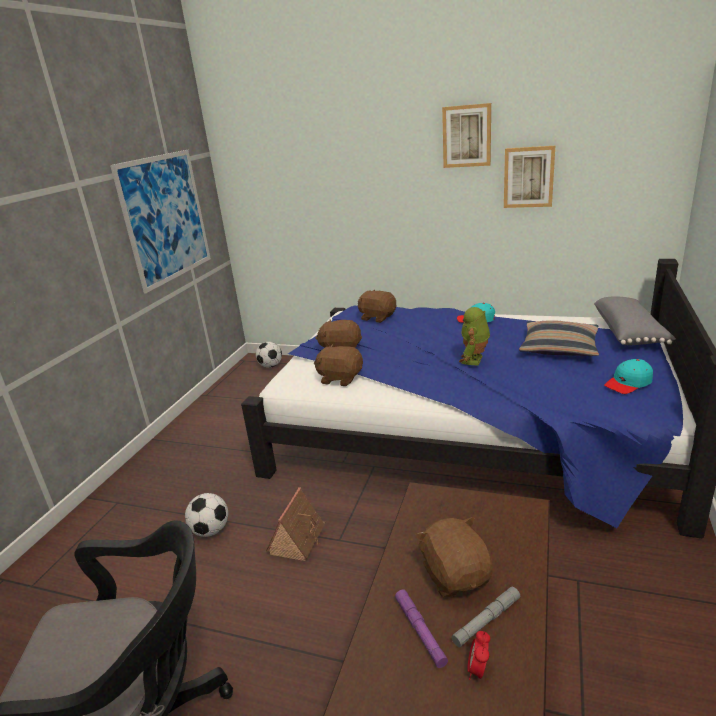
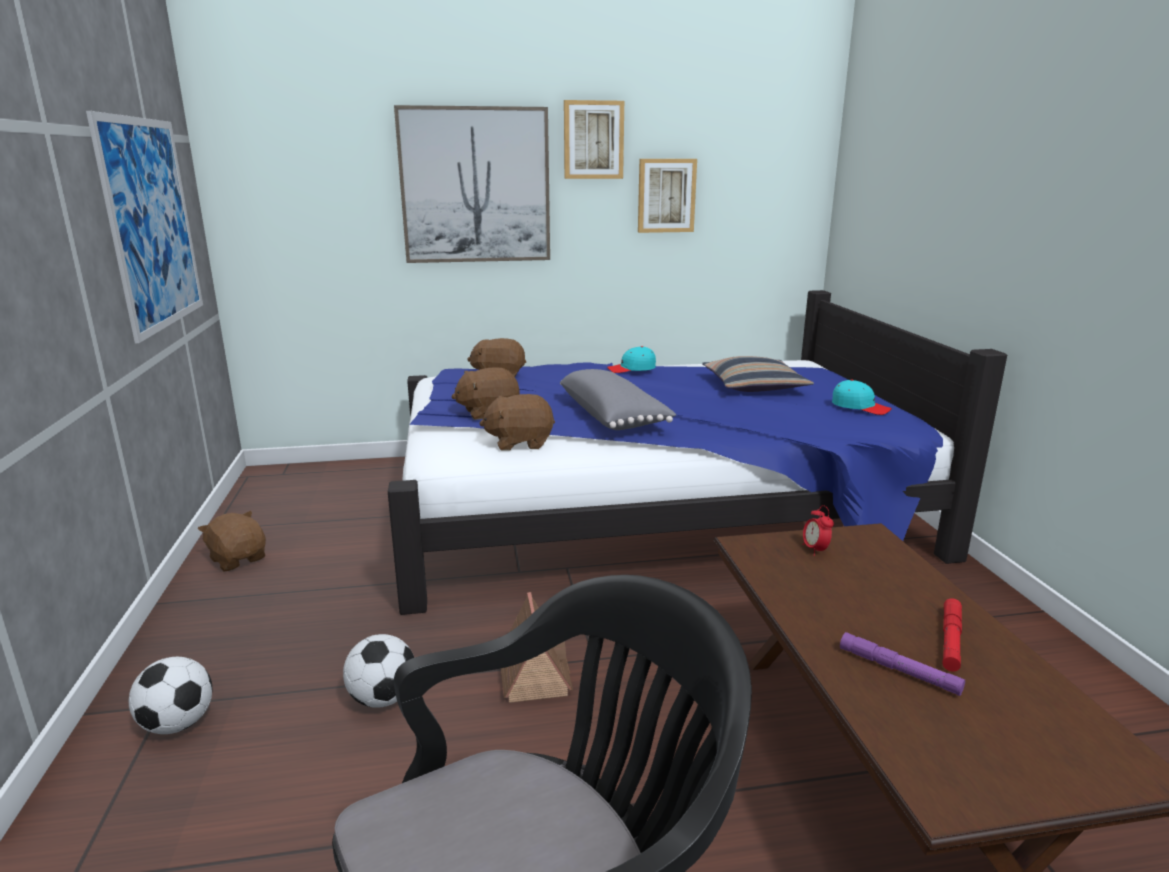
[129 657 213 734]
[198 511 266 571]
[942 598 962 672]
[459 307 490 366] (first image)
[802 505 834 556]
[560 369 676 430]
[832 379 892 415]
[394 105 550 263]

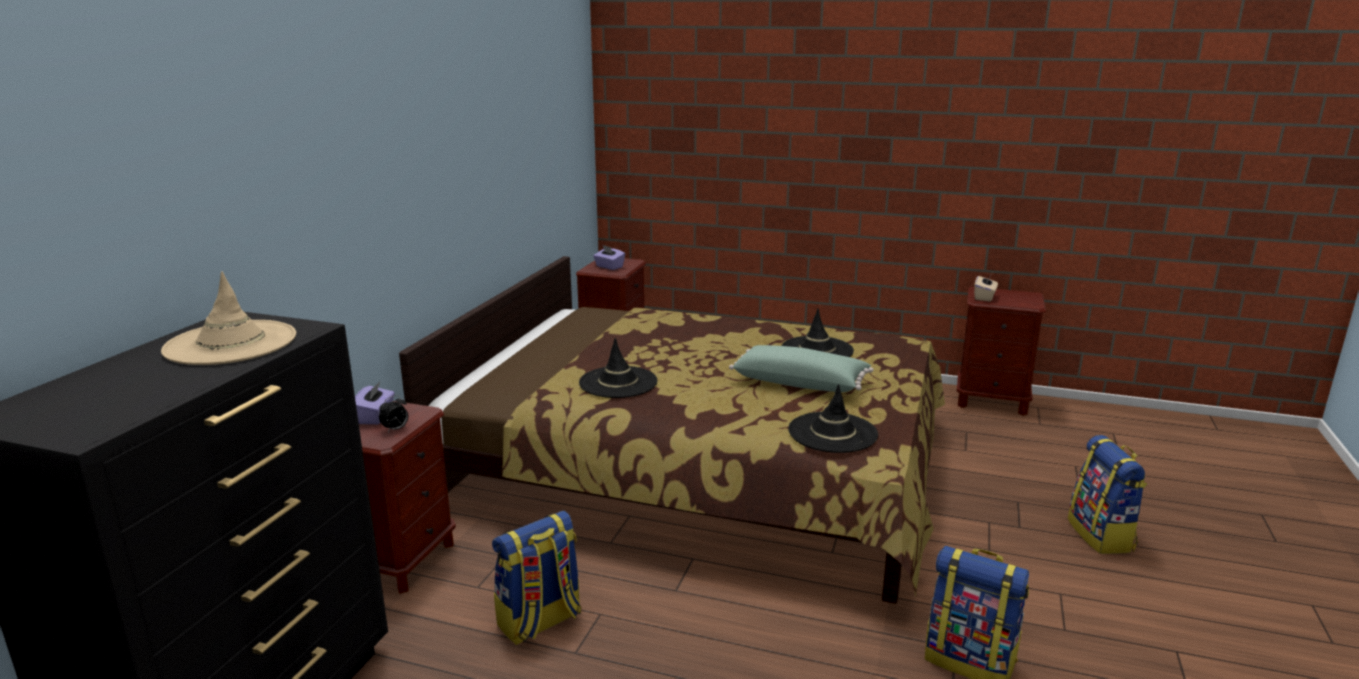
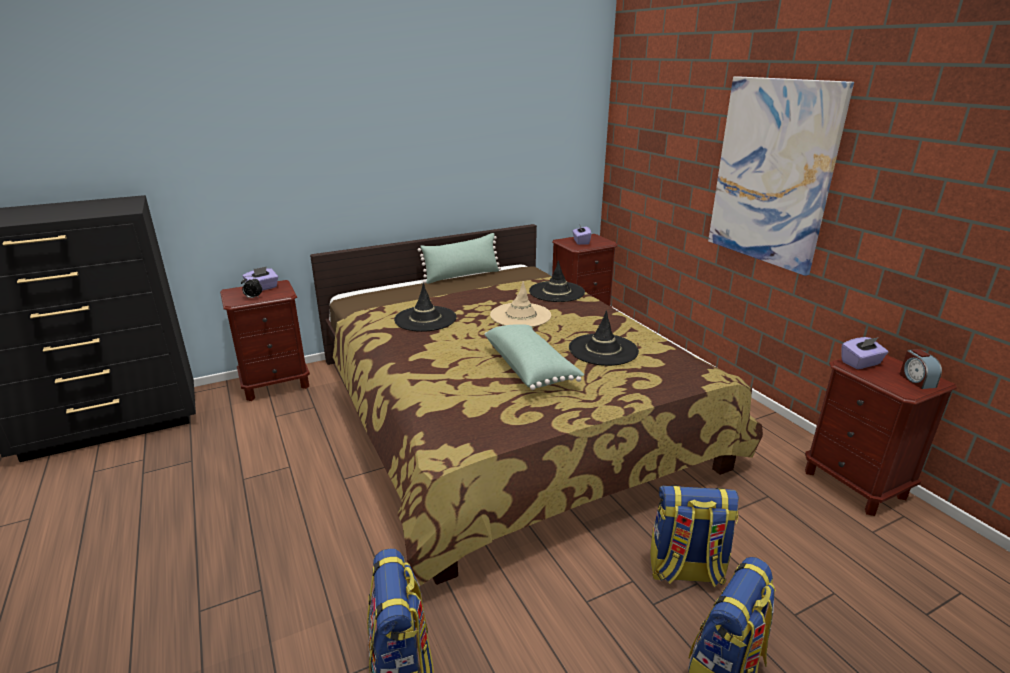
[490 281 551 327]
[650 485 739 587]
[529 260 585 302]
[841 337 888 369]
[418 233 501 284]
[708 76 854 276]
[900 349 942 389]

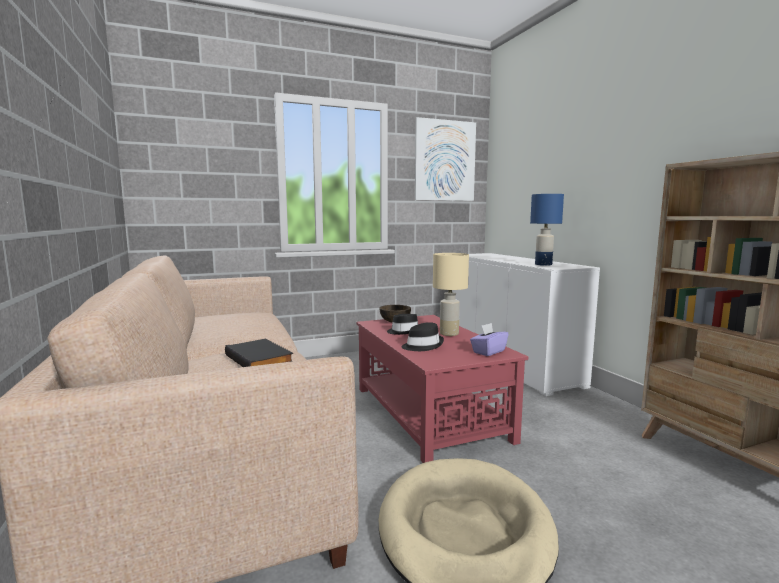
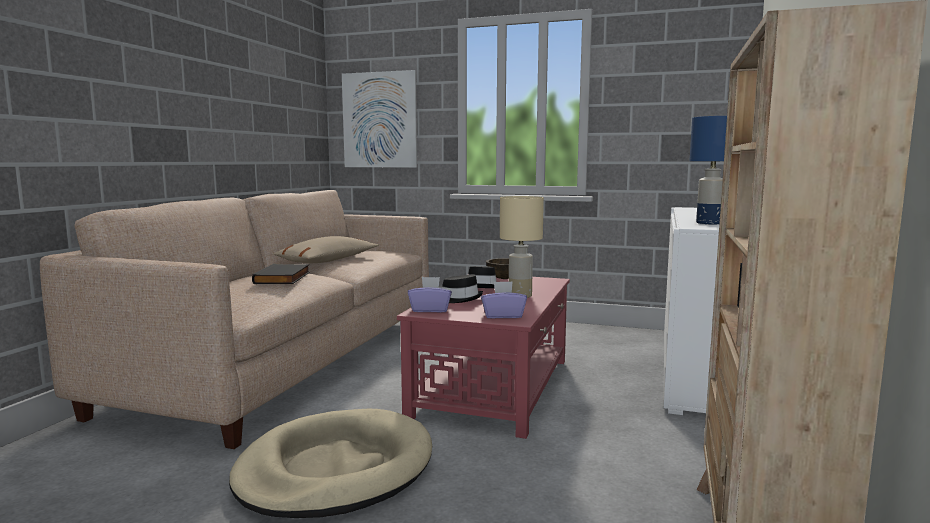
[342 70 417 168]
[273 236 379 263]
[408 277 452 312]

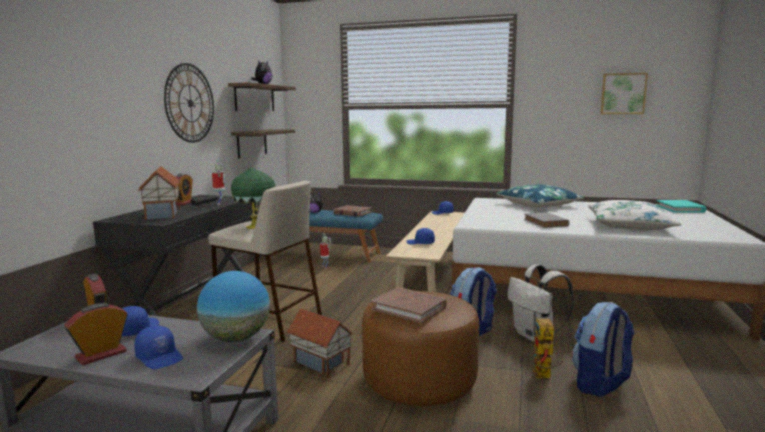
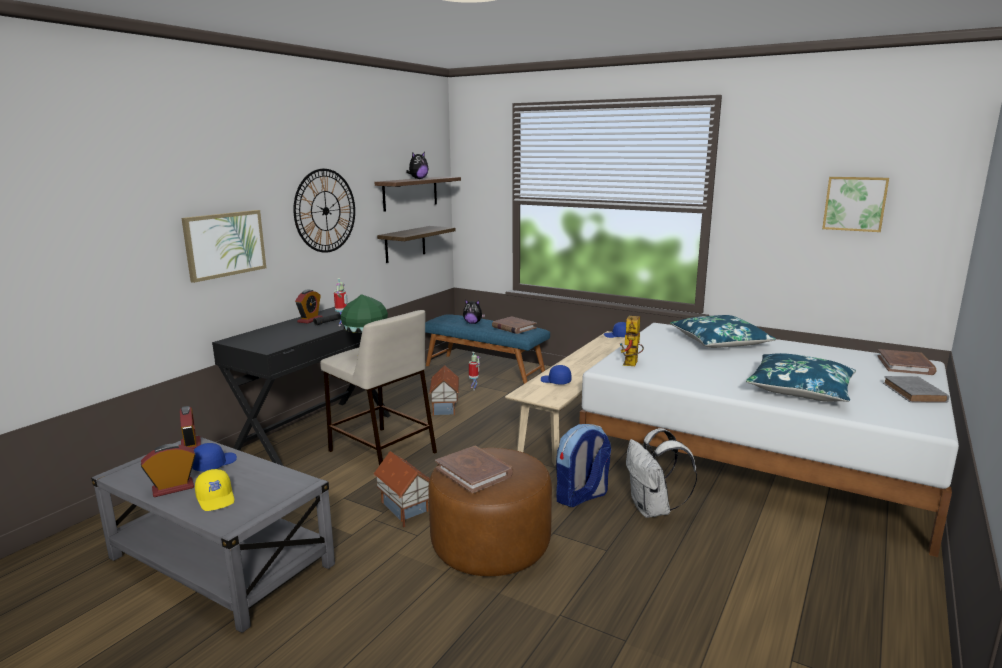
[195 469 234 511]
[429 365 459 416]
[197 271 270 342] (first image)
[883 376 949 403]
[620 316 644 366]
[572 302 635 397] (first image)
[746 353 856 402]
[877 349 937 375]
[181 210 266 283]

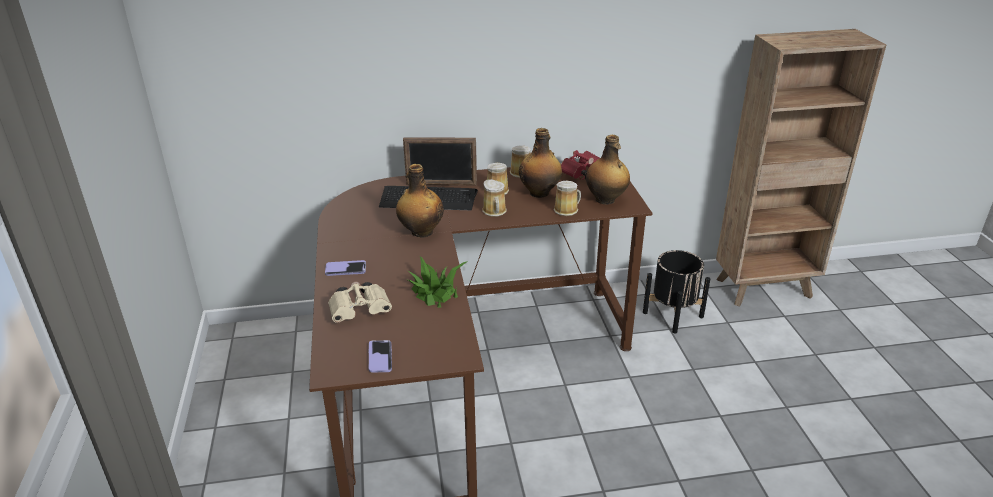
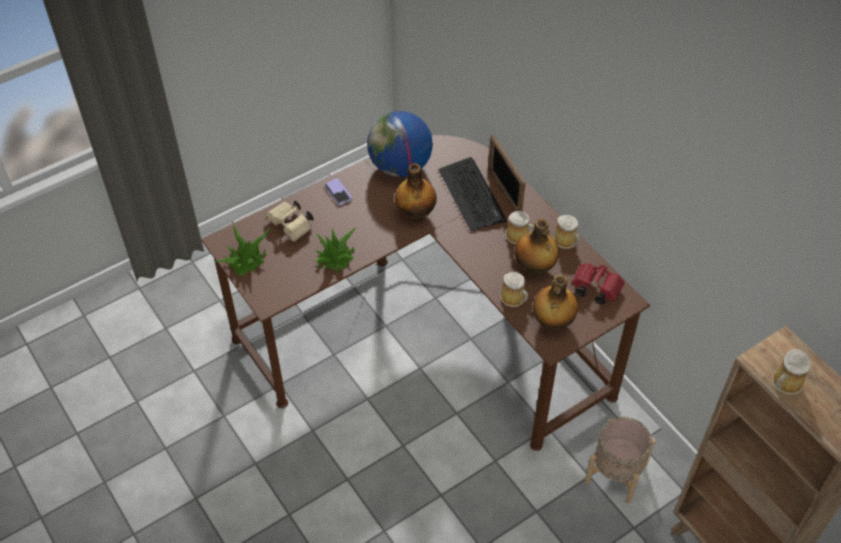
[215 224 270 277]
[772 349 810 395]
[584 417 656 503]
[367 111 433 177]

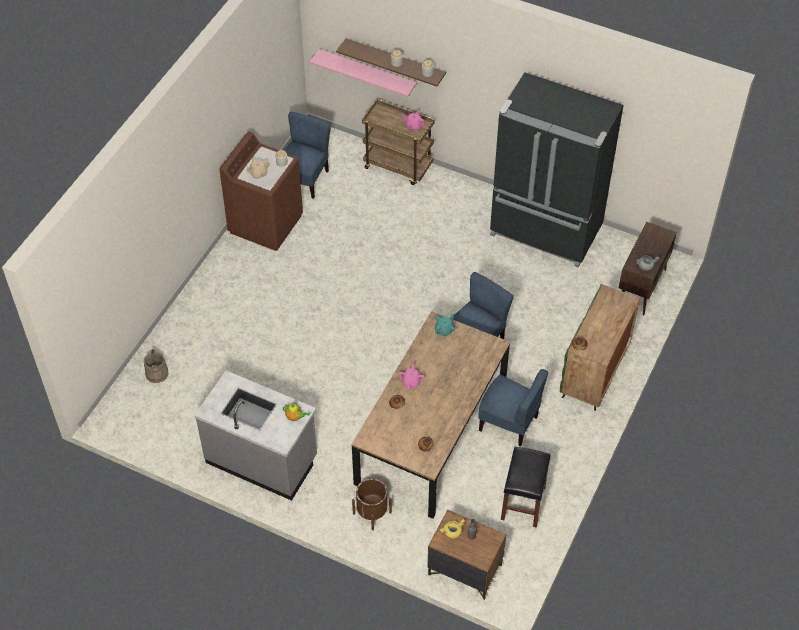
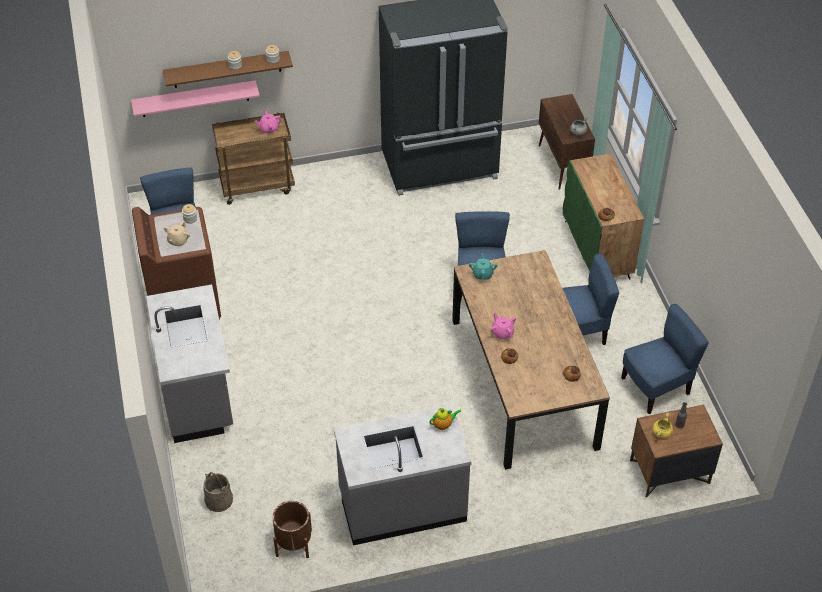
[272 501 312 558]
[621 304 709 414]
[146 284 233 443]

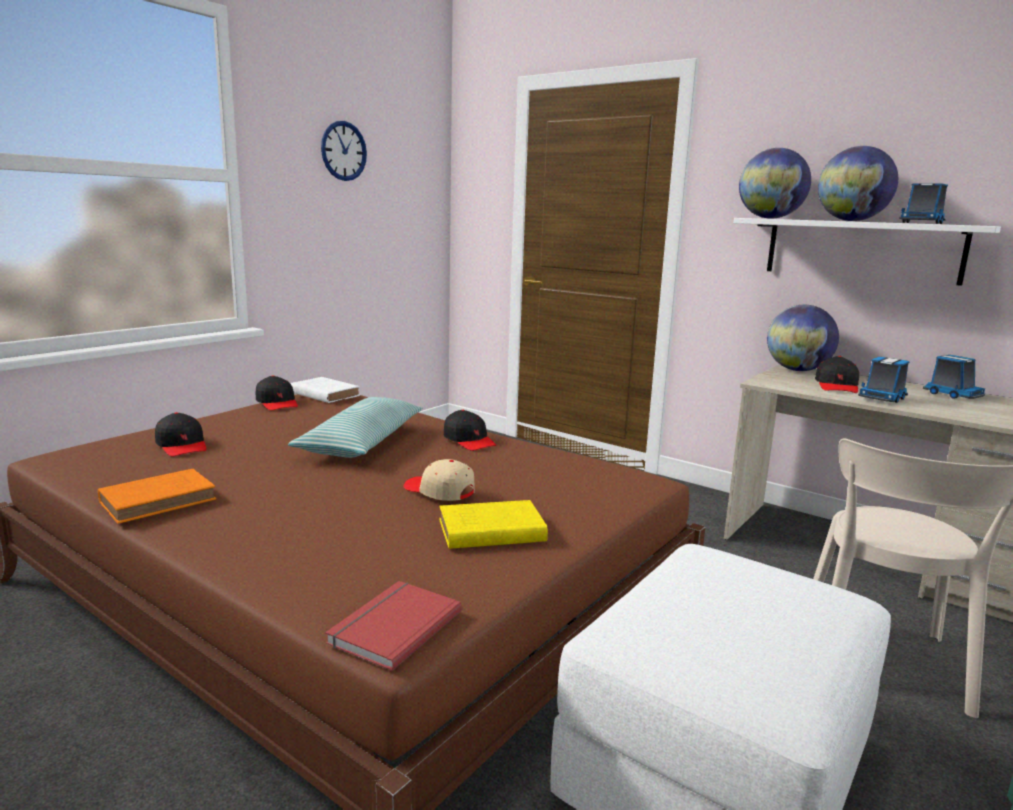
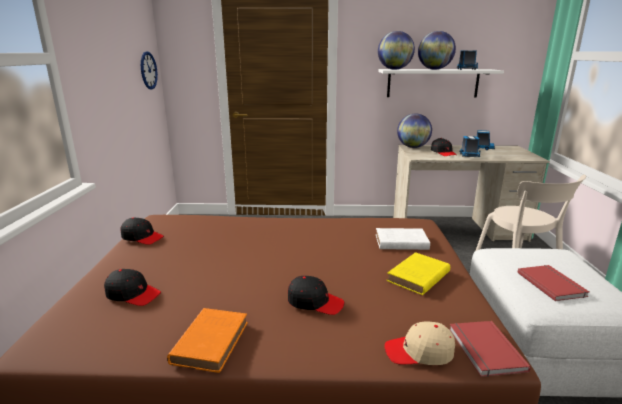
[288 397 423 458] (first image)
[376 228 430 250]
[141 51 158 90]
[384 321 455 365]
[288 276 344 315]
[518 265 589 301]

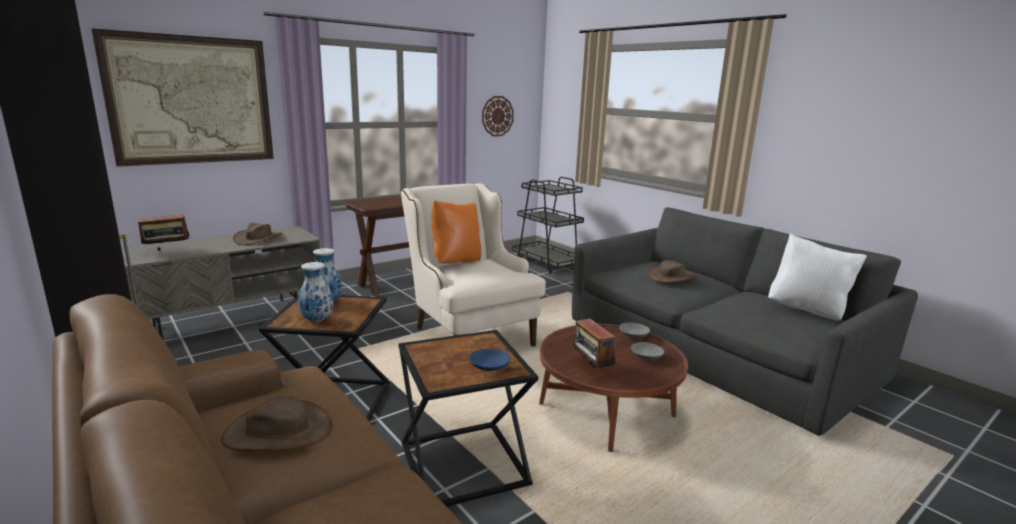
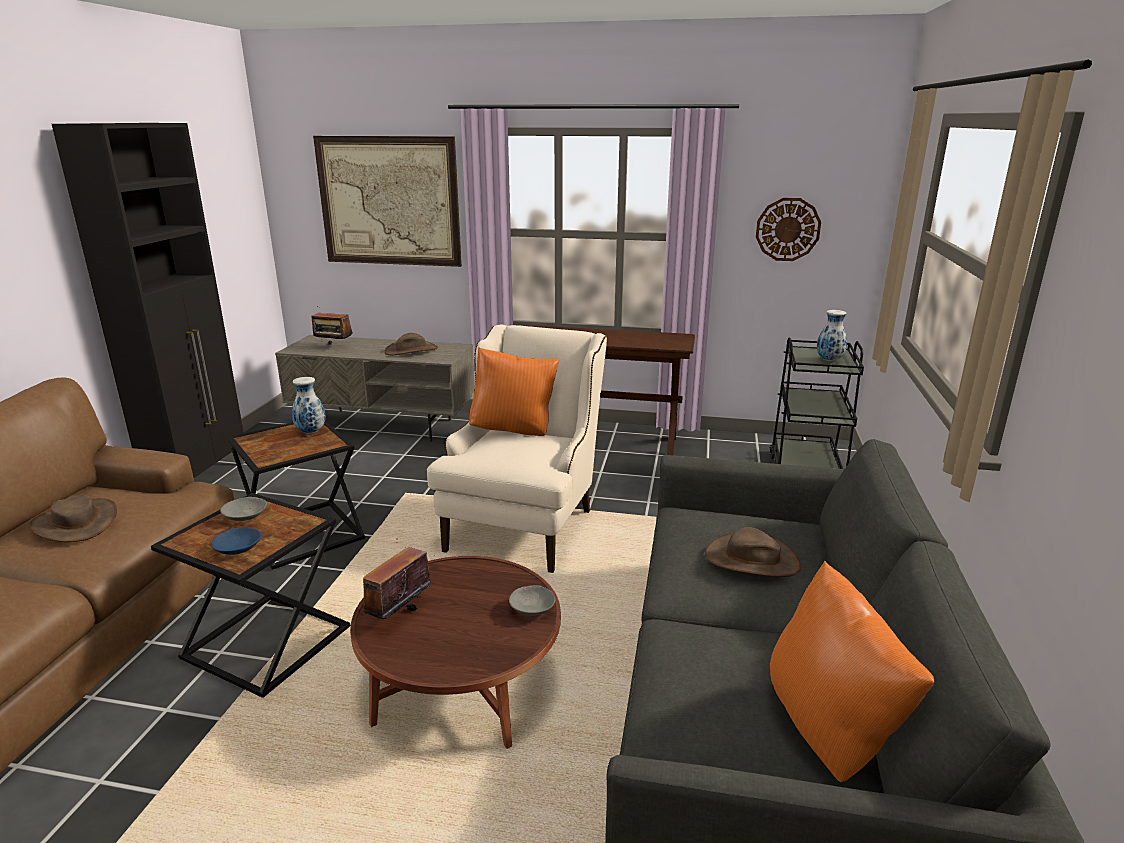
[817 310 847 361]
[220 497 267 521]
[770 561 935 782]

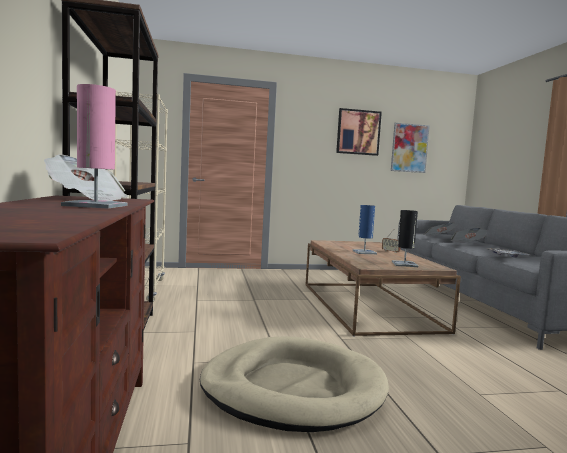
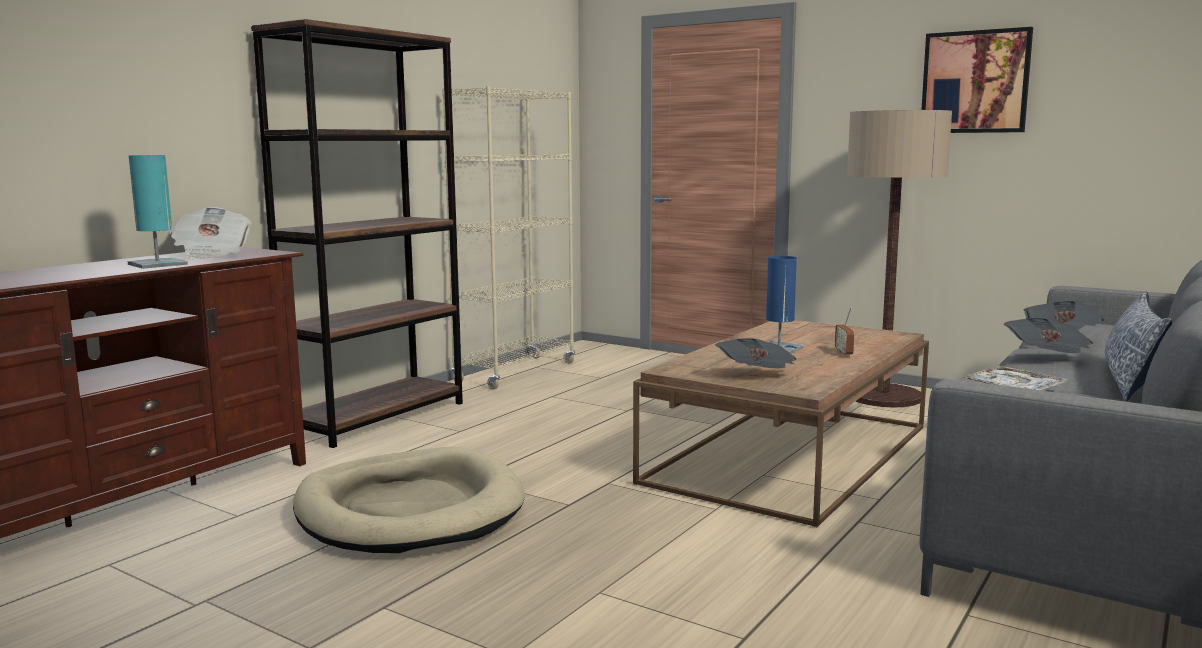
[128 155 188 269]
[391 123 430 173] (first image)
[715 338 797 368]
[847 110 952 408]
[1105 291 1172 401]

